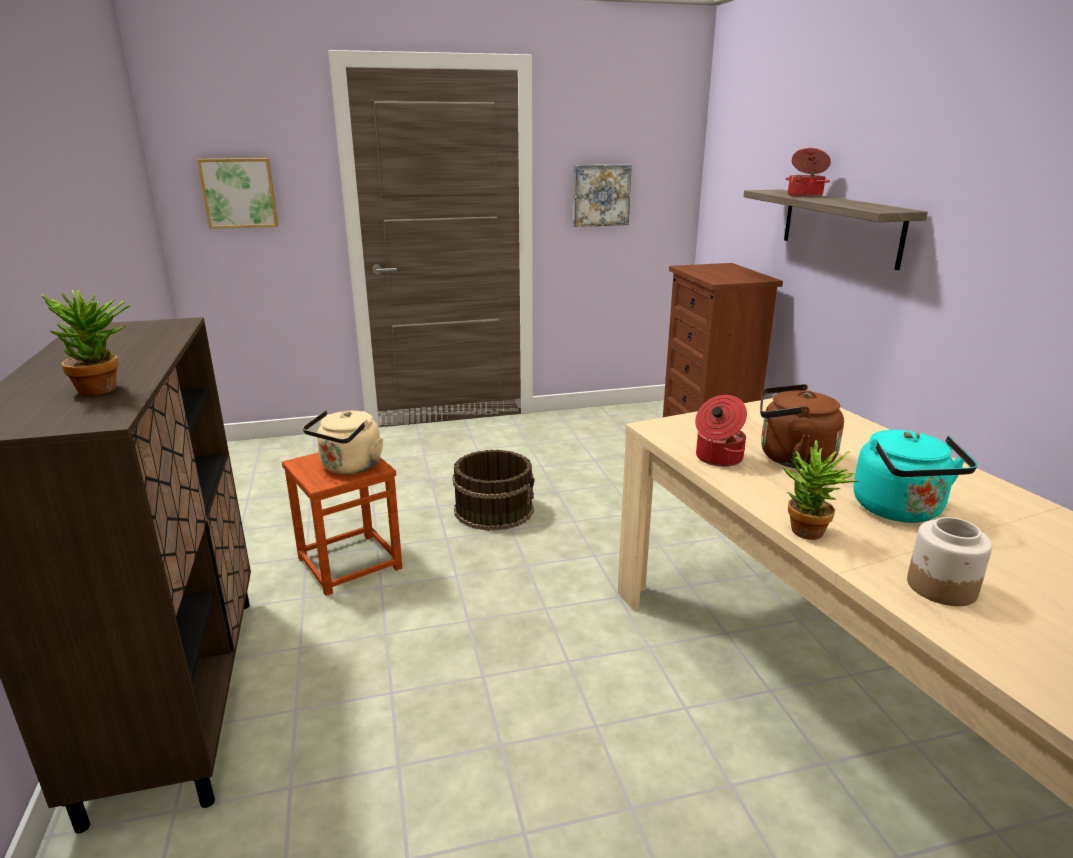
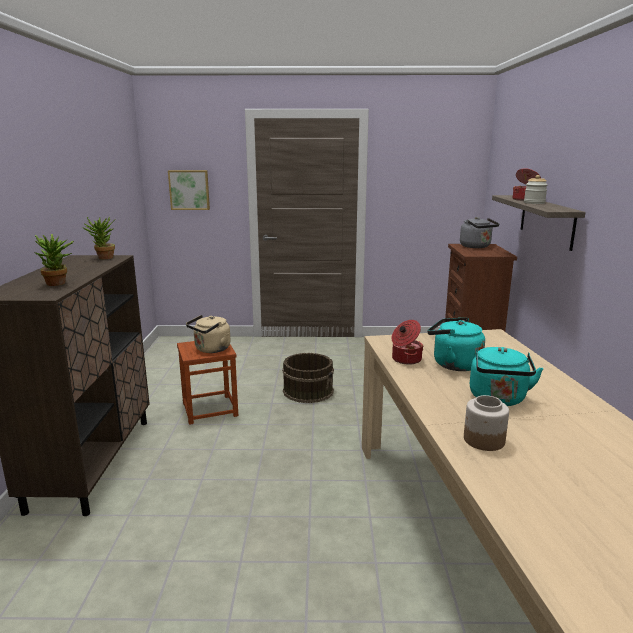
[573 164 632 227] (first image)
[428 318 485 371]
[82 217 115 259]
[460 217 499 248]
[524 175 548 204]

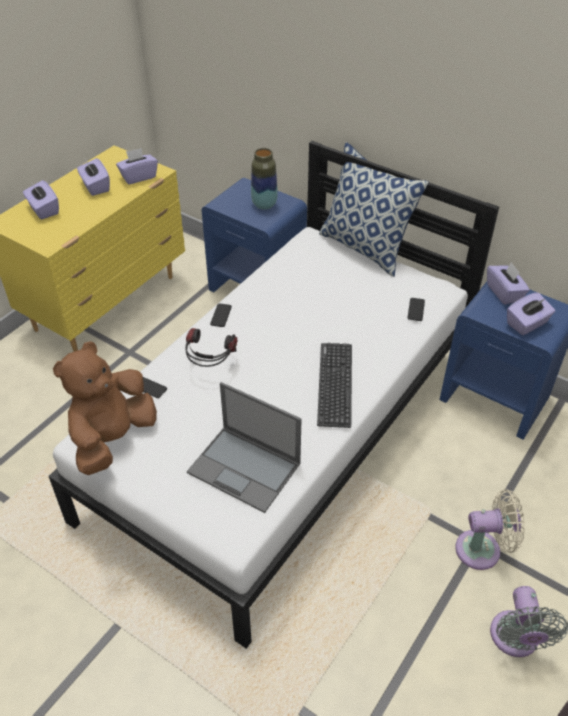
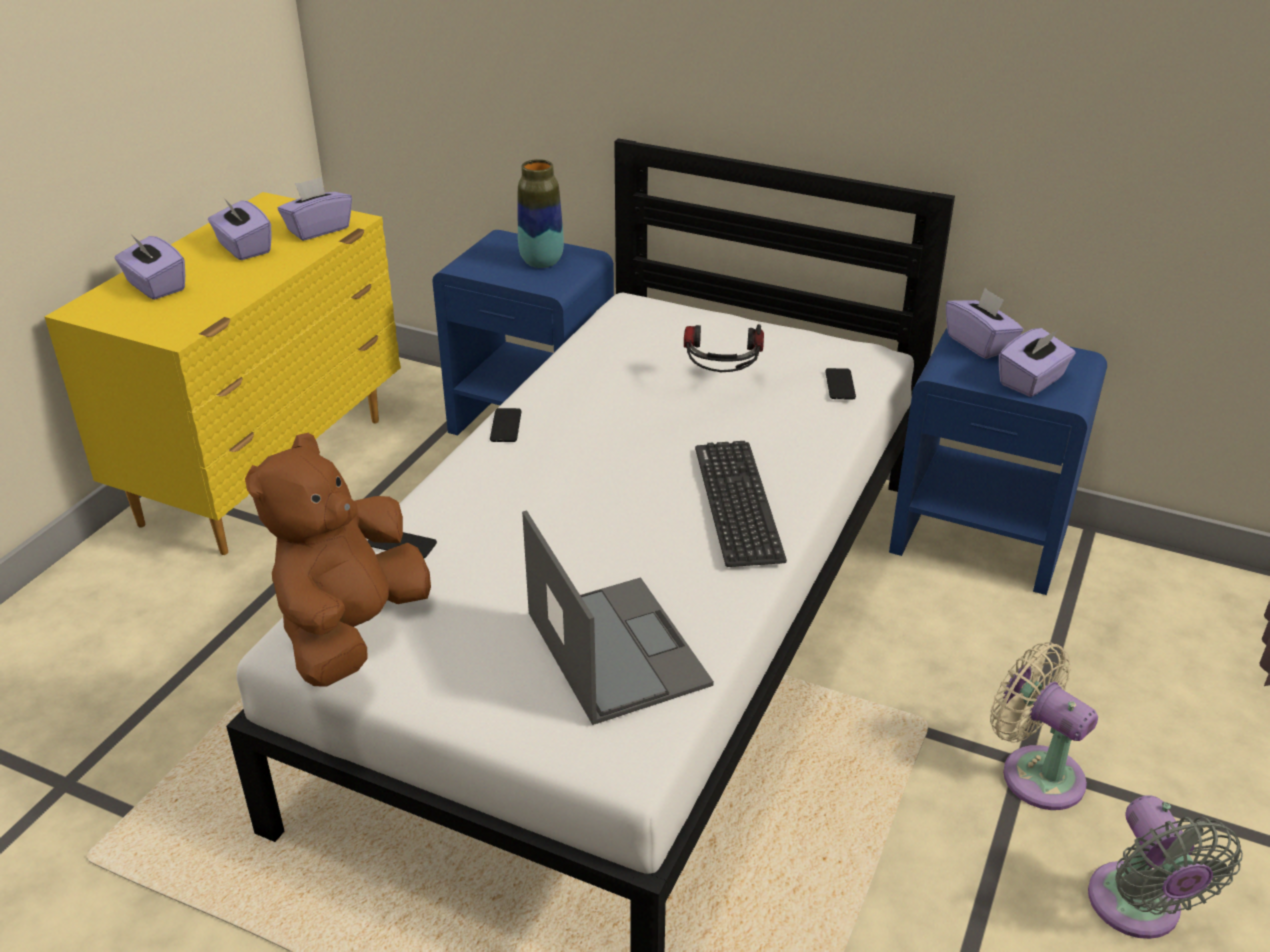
[684 324 764 372]
[522 510 714 725]
[319 142 429 277] (first image)
[990 642 1098 810]

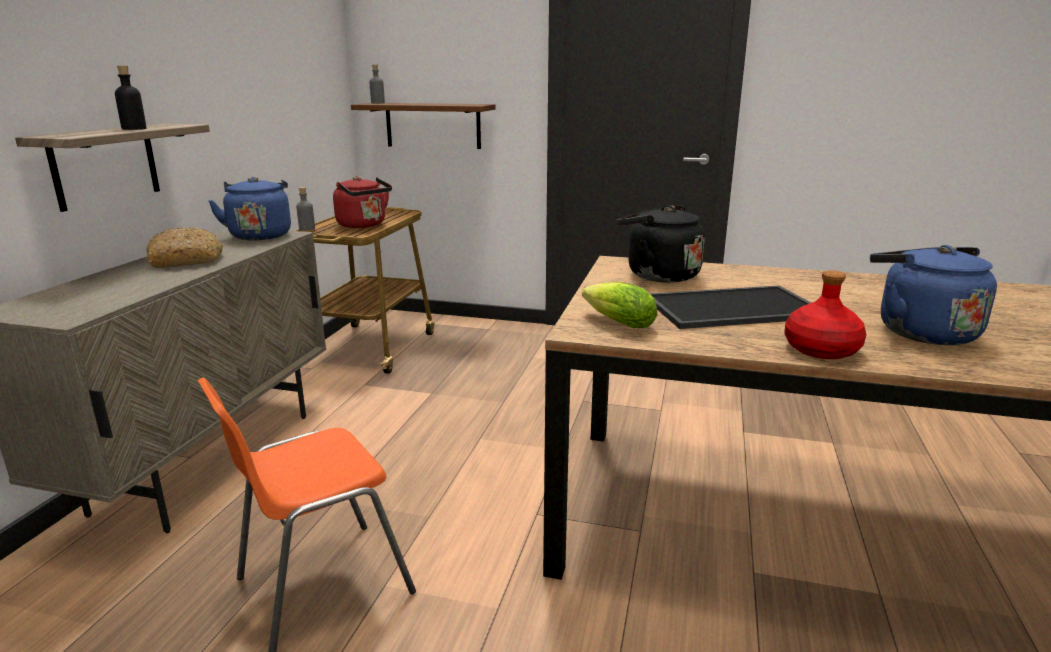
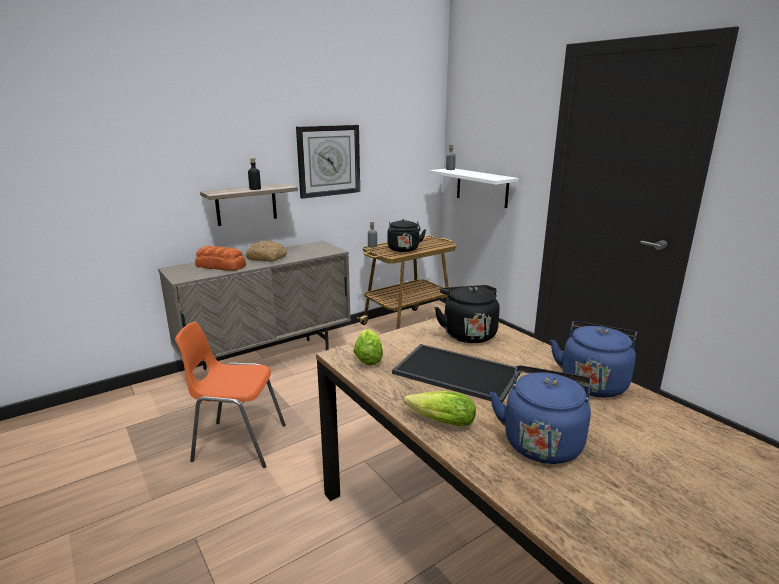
[551 321 637 397]
[388 219 426 252]
[430 169 519 208]
[404 391 476 426]
[195 246 246 271]
[296 125 360 199]

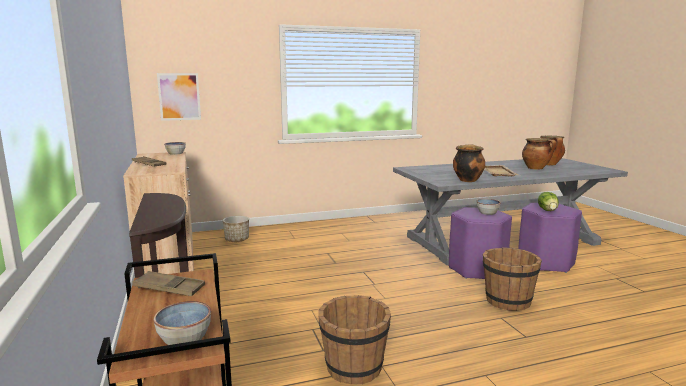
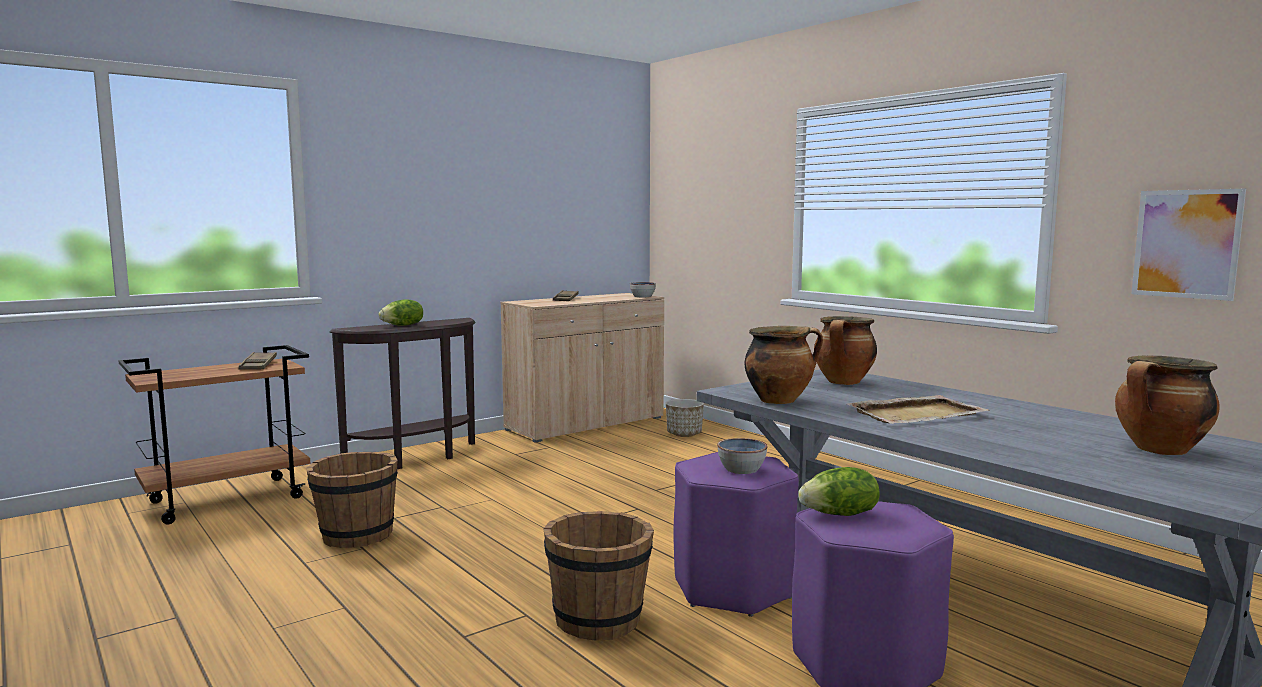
[153 301 211 345] (first image)
[1132 189 1246 301]
[814 316 877 385]
[379 299 423 326]

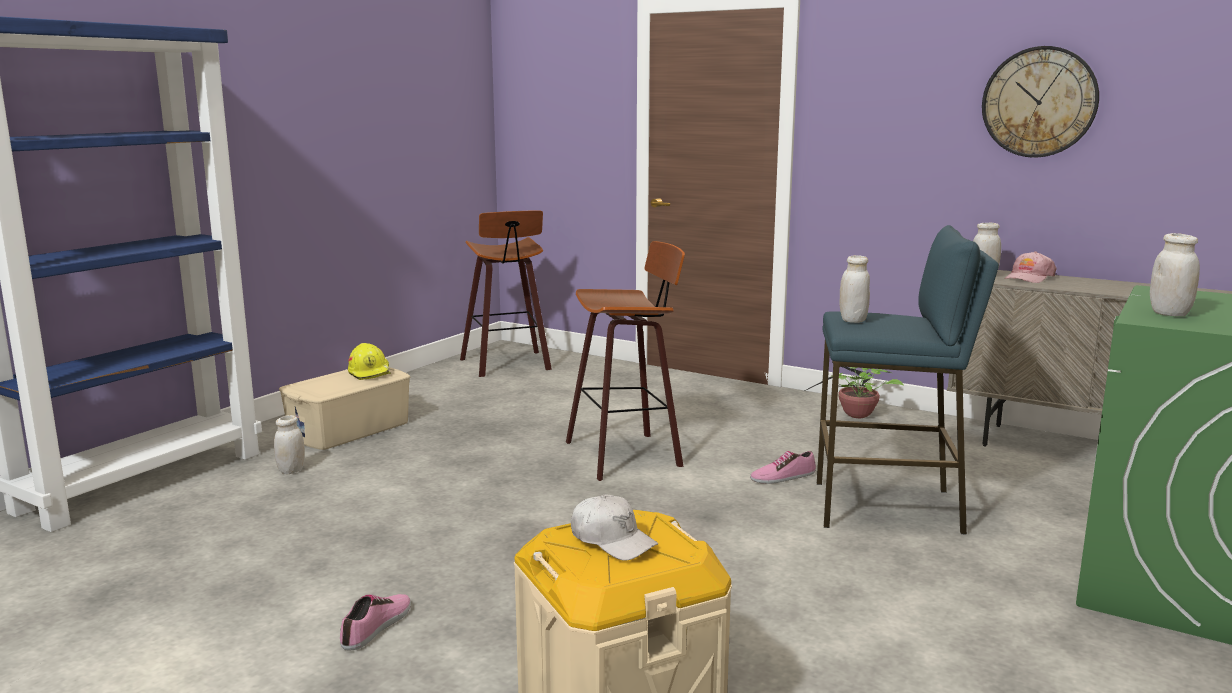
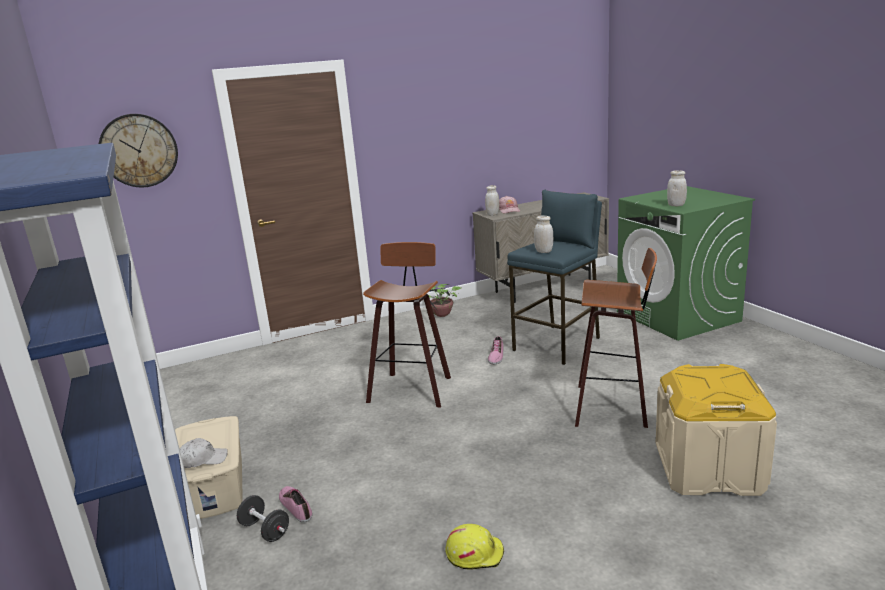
[237 495 289 542]
[279 486 313 523]
[445 524 504 570]
[575 248 657 428]
[179 438 228 468]
[99 114 178 188]

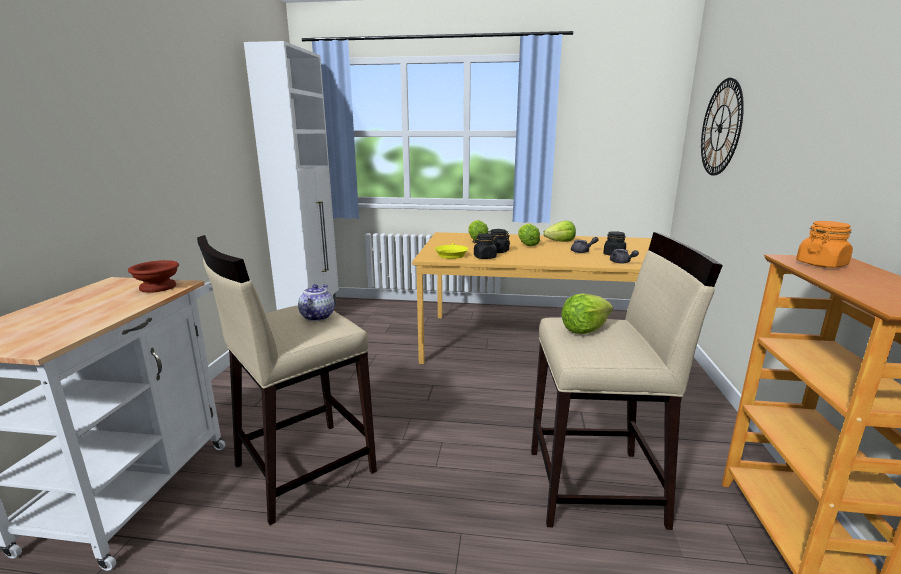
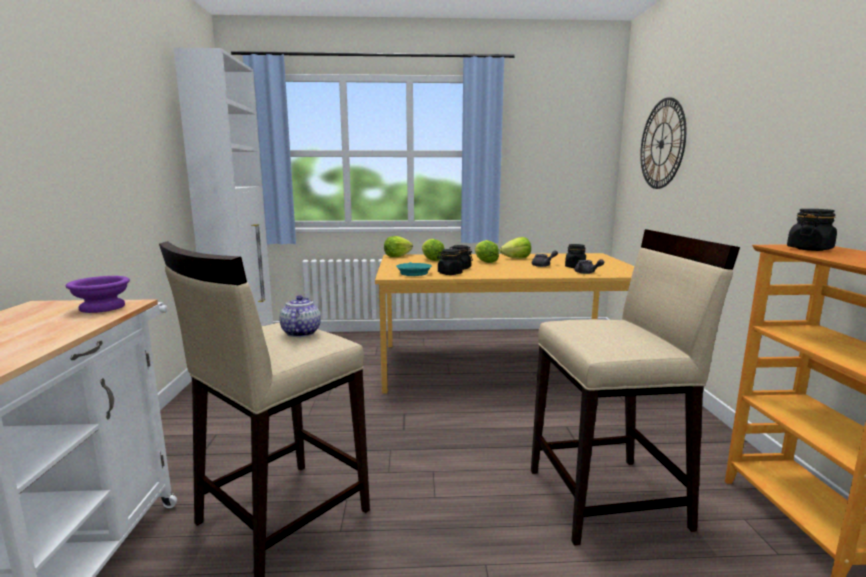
[66 276 130 313]
[396 262 432 276]
[384 236 413 257]
[787 209 837 251]

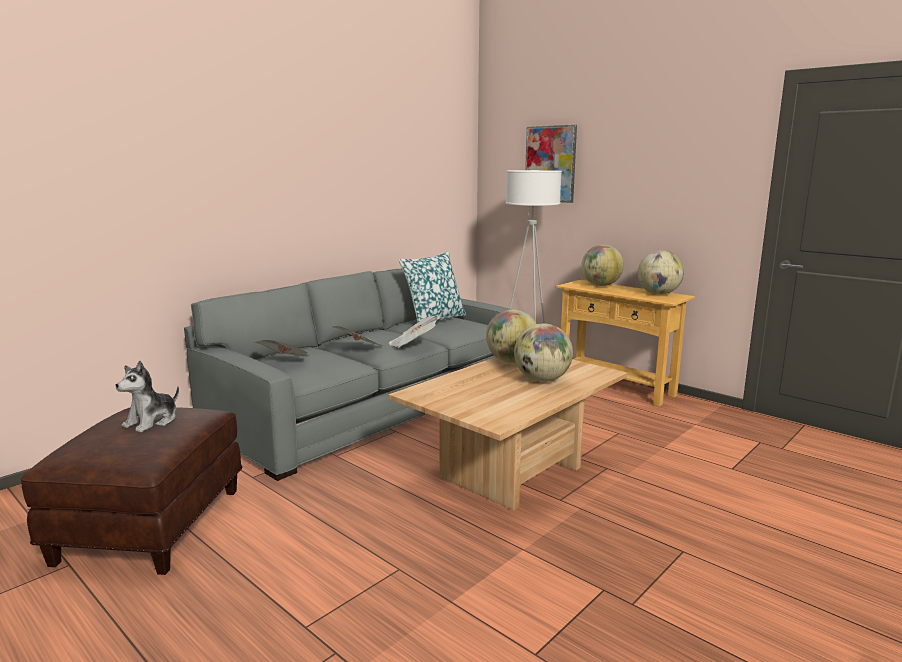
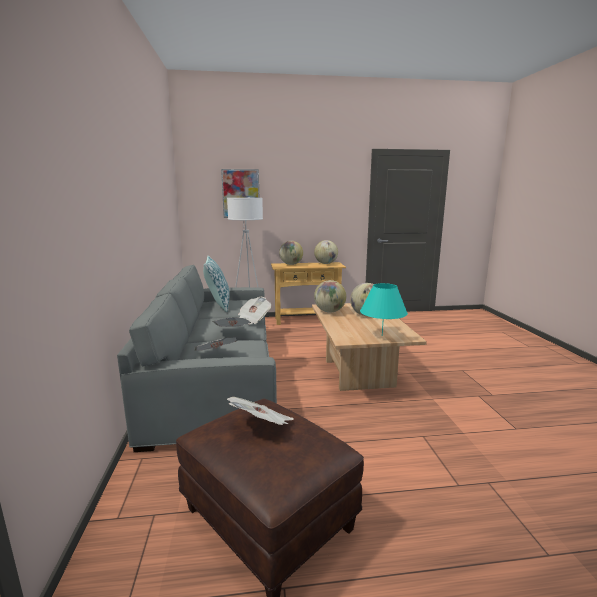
[227 397 294 425]
[360 283 408 336]

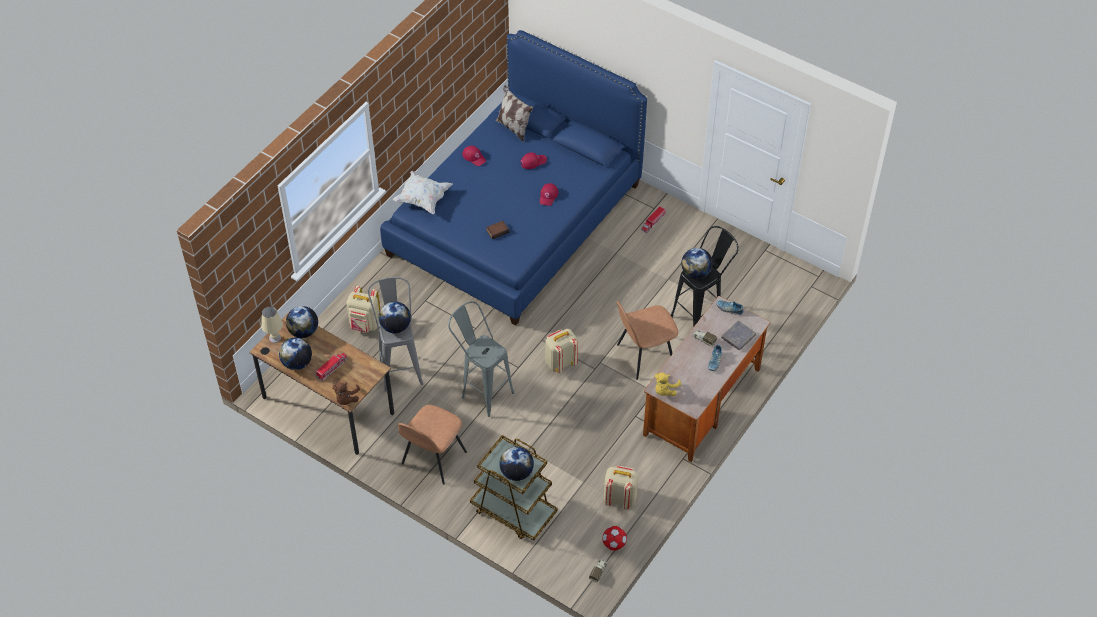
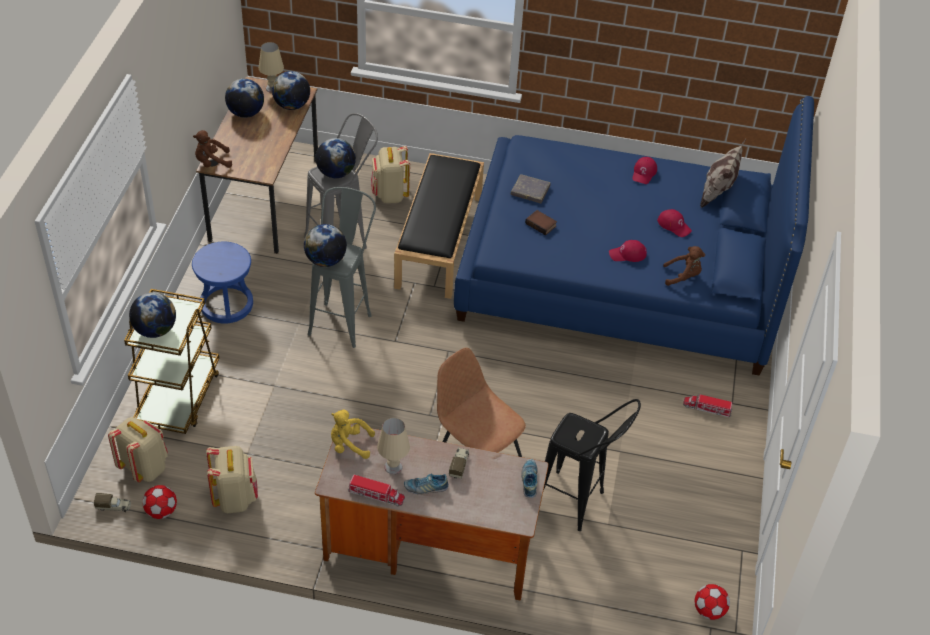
[348 475 405 506]
[393 171 452 214] (first image)
[192 242 253 324]
[108 417 168 482]
[304 224 347 267]
[511 174 551 203]
[377 418 410 474]
[394 153 484 299]
[663 246 705 286]
[695 584 730 620]

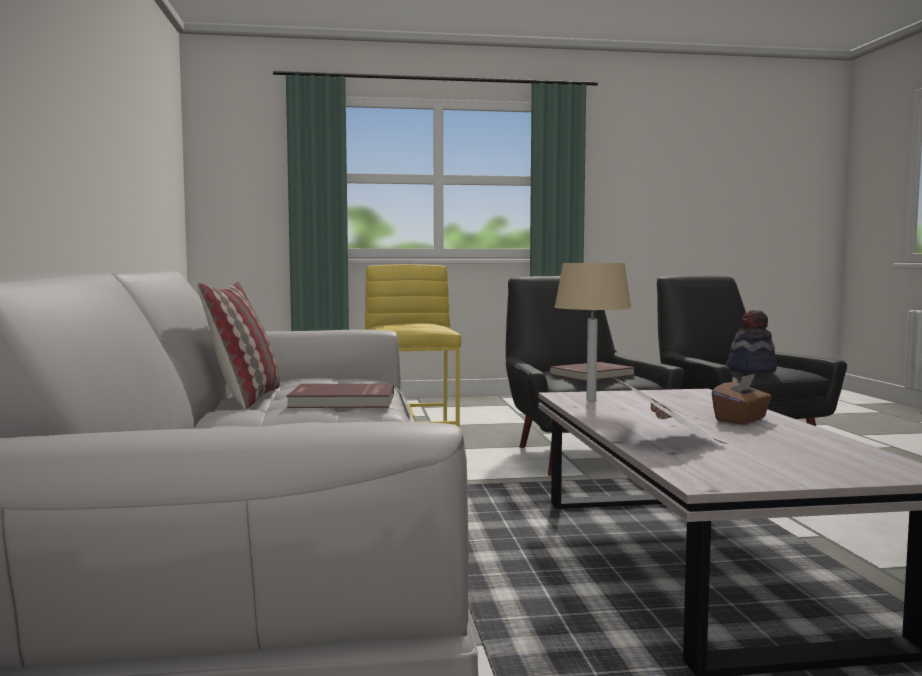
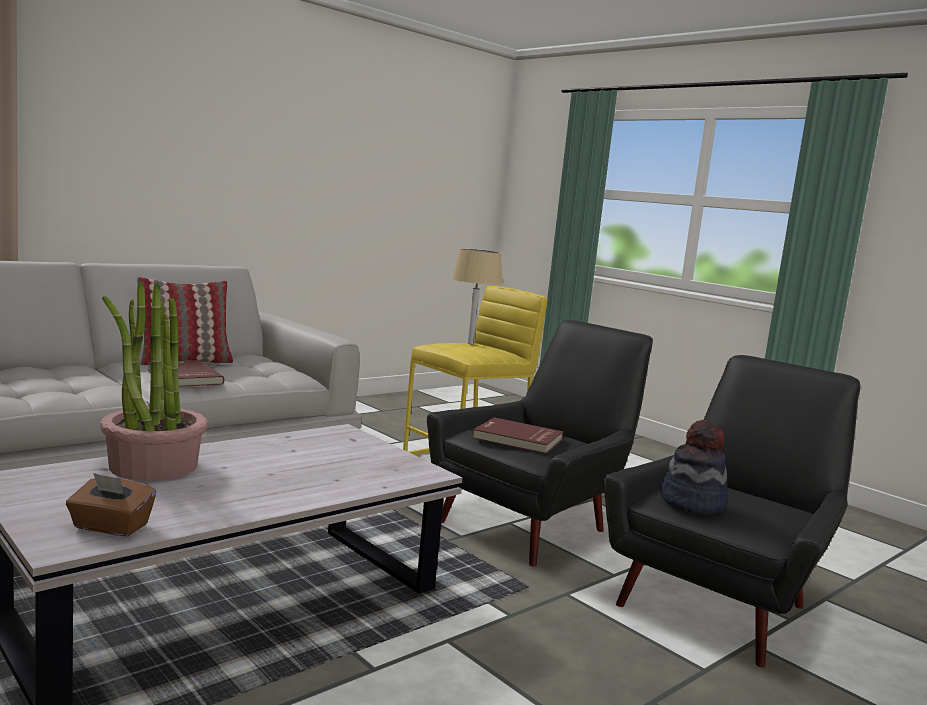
[451 249 503 344]
[100 282 208 481]
[66 473 156 537]

